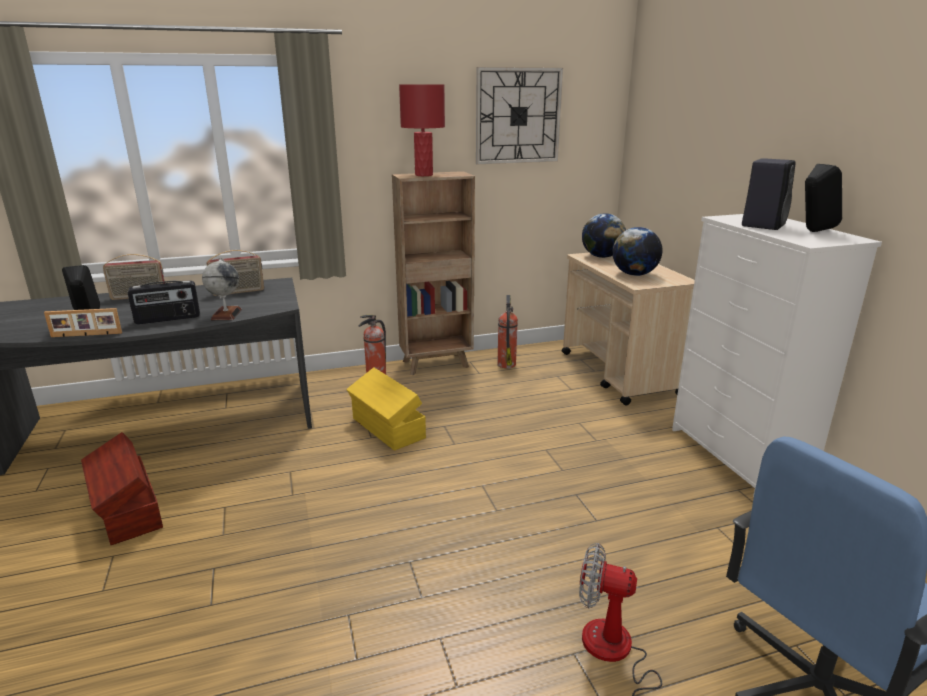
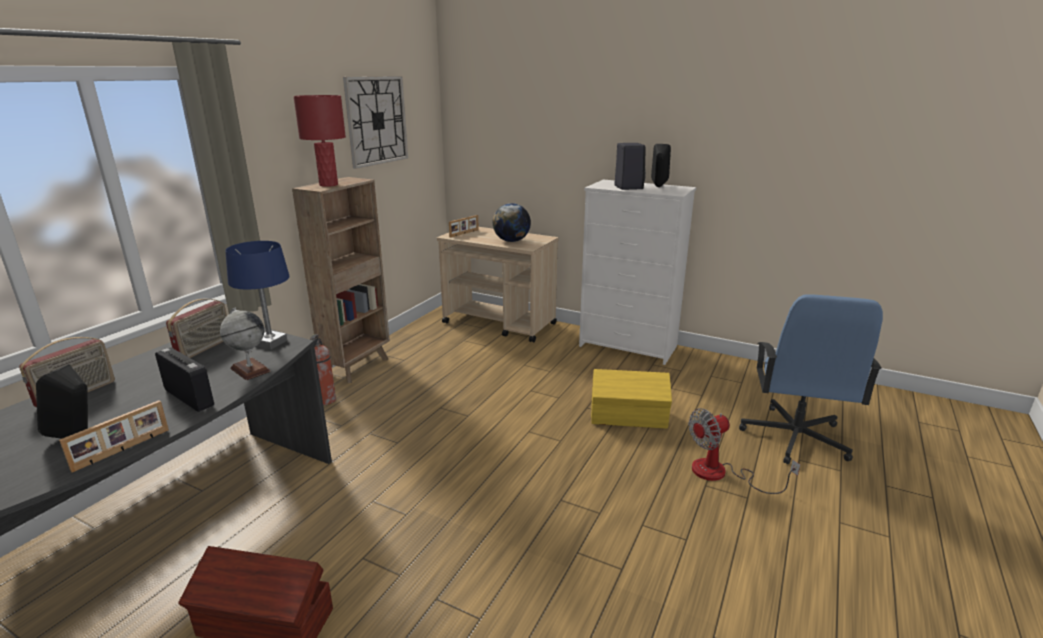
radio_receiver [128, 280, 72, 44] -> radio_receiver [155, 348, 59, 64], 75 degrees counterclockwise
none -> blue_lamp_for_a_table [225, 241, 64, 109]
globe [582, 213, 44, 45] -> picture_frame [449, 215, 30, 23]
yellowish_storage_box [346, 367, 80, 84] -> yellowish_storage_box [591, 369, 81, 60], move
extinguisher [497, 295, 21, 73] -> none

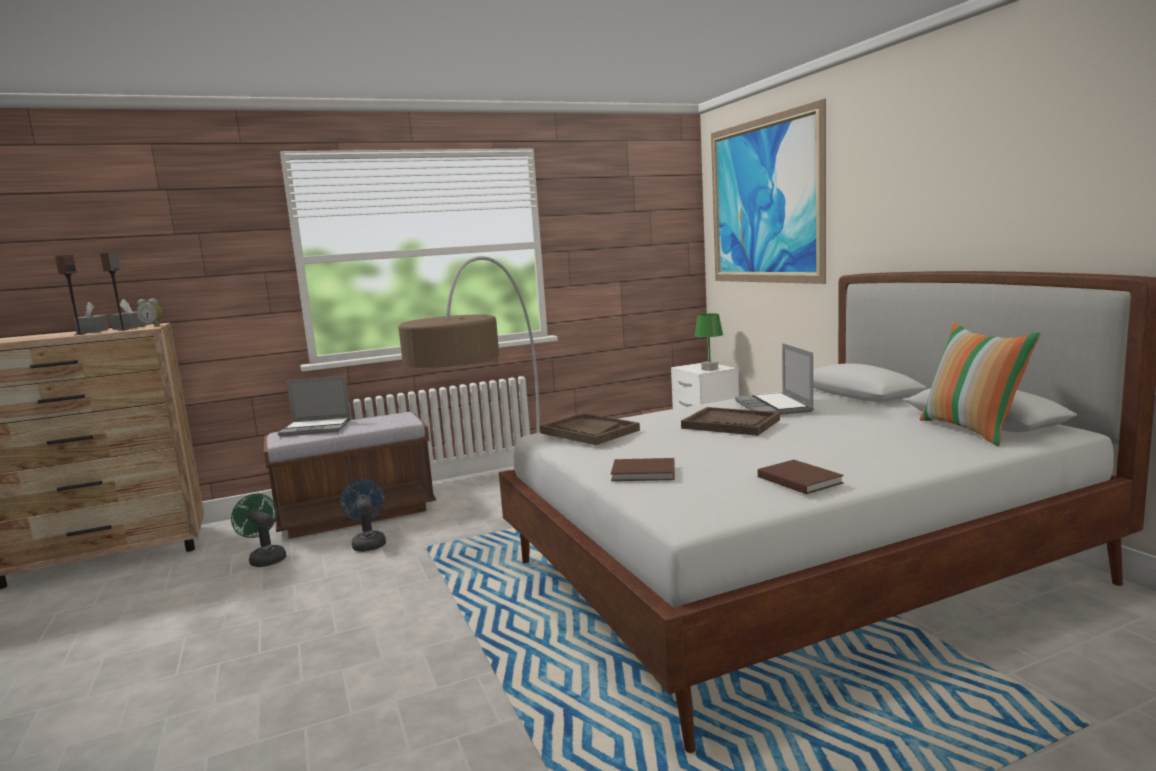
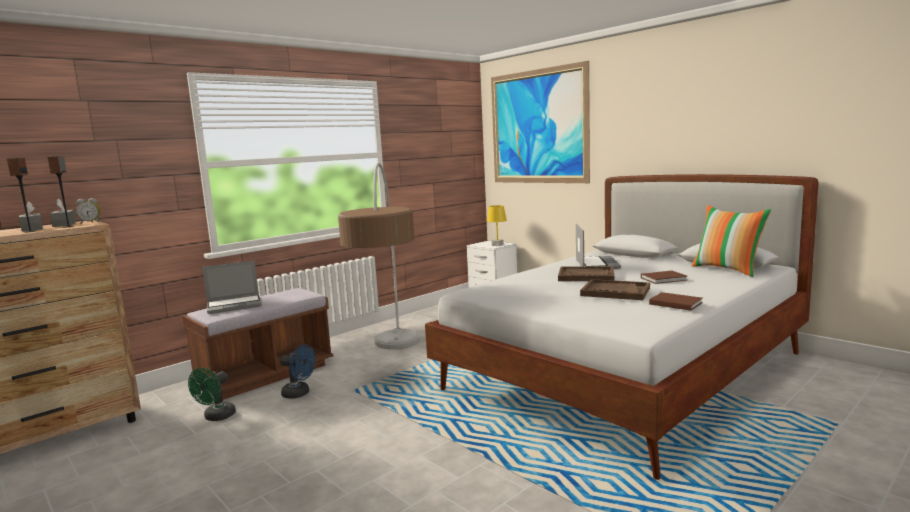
greenish_cooling_fan [231, 494, 55, 73] -> greenish_cooling_fan [188, 368, 48, 53], 90 degrees counterclockwise
blue_cooling_fan [340, 479, 46, 73] -> blue_cooling_fan [280, 344, 36, 55], 150 degrees clockwise
greenish_lamp_for_a_table [694, 314, 29, 57] -> yellowish_lamp_for_a_table [487, 205, 20, 41]
portable_computer [735, 343, 79, 72] -> portable_computer [576, 224, 45, 45], 150 degrees counterclockwise
brown-coloured_serving_tray [540, 413, 100, 32] -> brown-coloured_serving_tray [580, 279, 70, 21], move
brown-coloured_book [611, 458, 64, 23] -> brown-coloured_book [641, 271, 46, 13], move

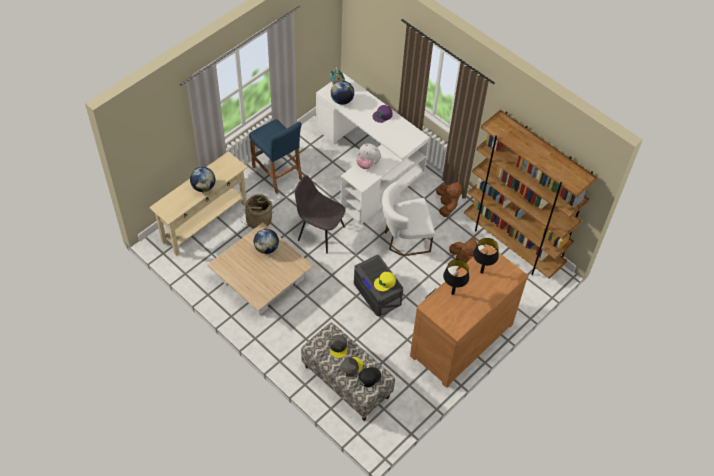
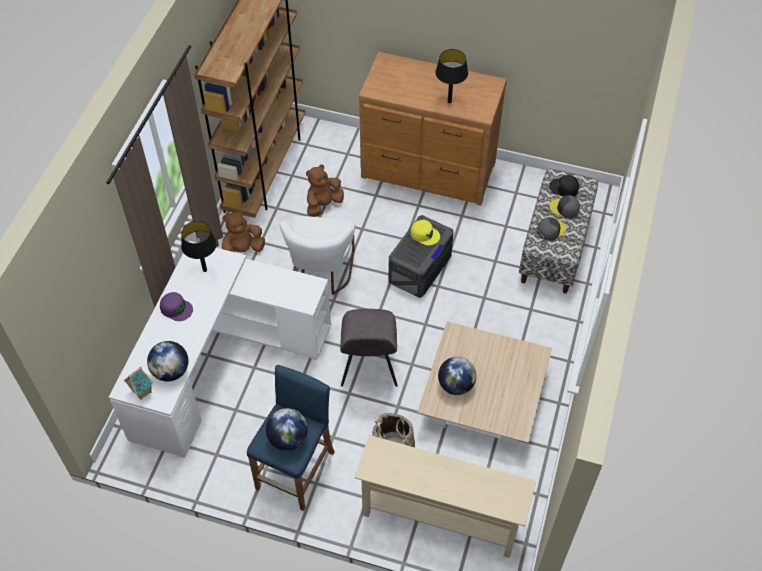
black_lamp_for_a_table [473, 238, 26, 36] -> black_lamp_for_a_table [181, 221, 36, 51], move
globe [190, 167, 25, 25] -> globe [266, 408, 42, 43], move
white-coloured_upright_chair [382, 182, 53, 74] -> white-coloured_upright_chair [280, 216, 75, 79], 45 degrees clockwise
soft_toy [356, 143, 25, 26] -> none

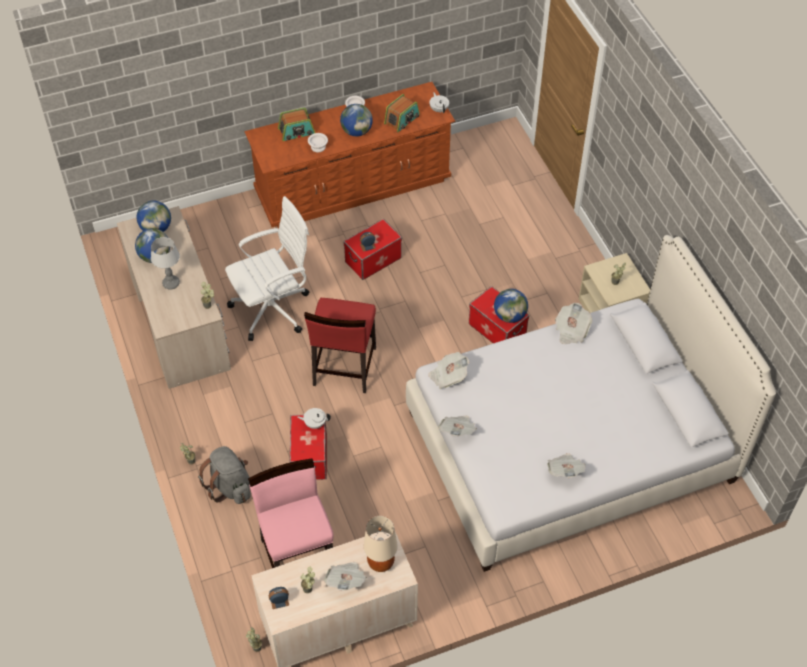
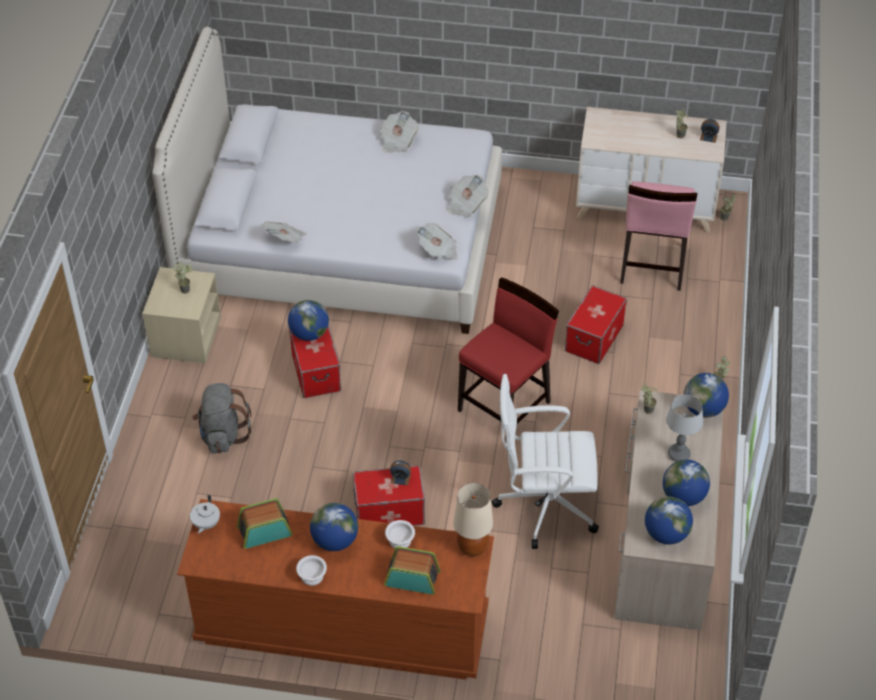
greyish_backpack [198, 446, 53, 58] -> greyish_backpack [192, 383, 59, 71], move
sand-coloured_lamp_for_a_table [364, 516, 34, 56] -> sand-coloured_lamp_for_a_table [453, 483, 40, 73], move
none -> globe [684, 373, 45, 45]
white-coloured_tea_pot [297, 408, 34, 21] -> none
printed_paper [324, 562, 43, 29] -> none

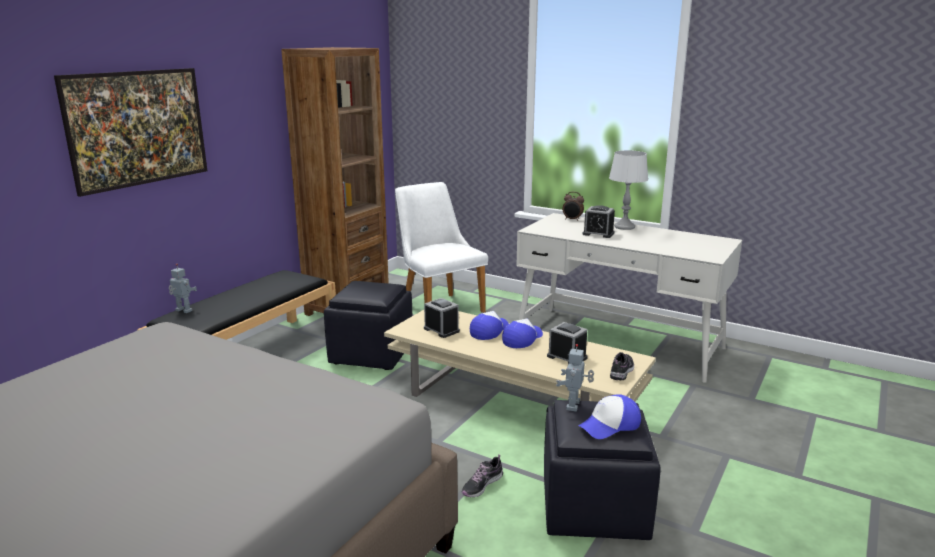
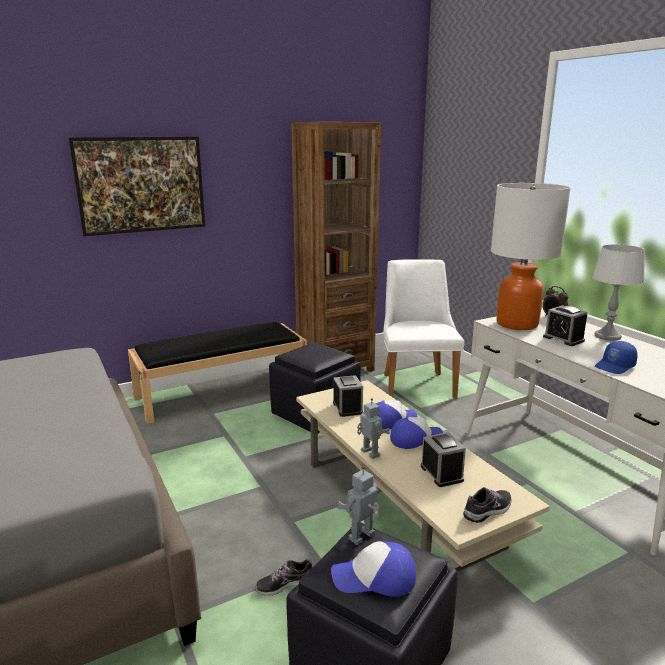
toy_robot [169, 264, 28, 49] -> toy_robot [357, 398, 33, 61], move
none -> lamp_for_a_table [491, 183, 80, 147]
none -> blue_peaked_cap [595, 341, 42, 33]

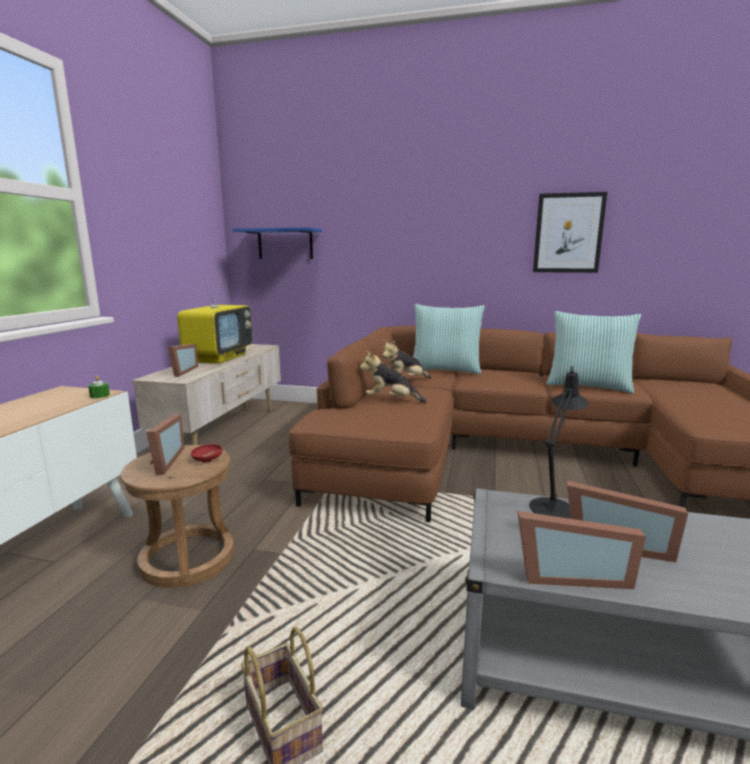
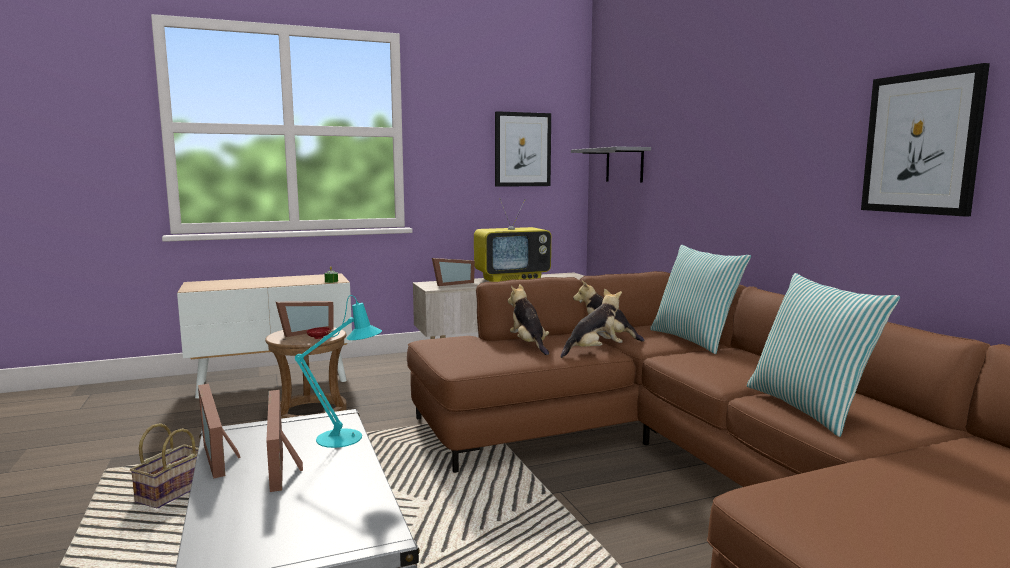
black_lamp_for_a_table [529, 366, 60, 153] -> blue-green_lamp_for_a_table [295, 295, 87, 153]
none -> wall_art [495, 111, 56, 76]
none -> soft_toy [561, 288, 62, 70]
blue_wall_shelf [232, 227, 90, 32] -> greyish_wall_shelf [571, 146, 80, 37]

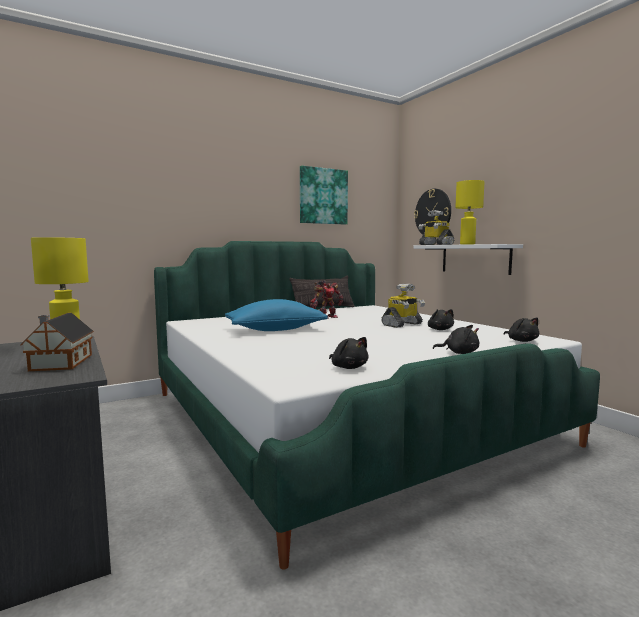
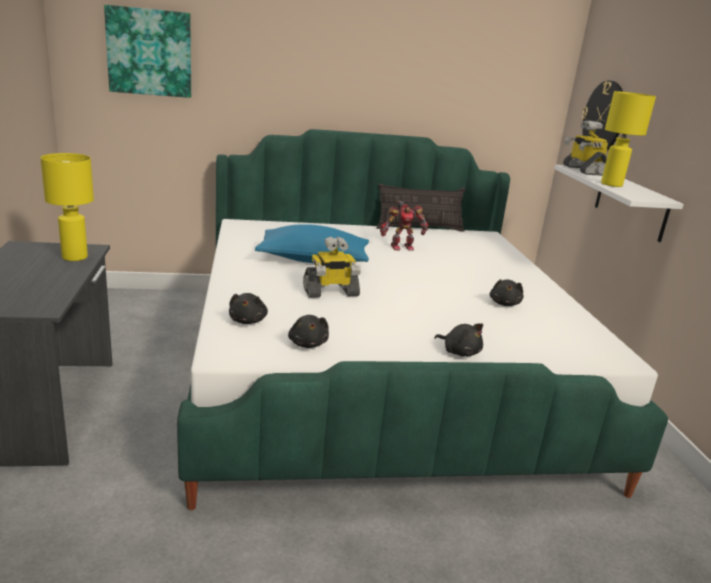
wall_art [300, 166, 48, 59] -> wall_art [104, 5, 87, 93], move
black_soft_toy [503, 318, 36, 24] -> black_soft_toy [229, 293, 39, 31], move
toy_robot [381, 284, 44, 44] -> toy_robot [303, 236, 58, 62], move
model_house [20, 313, 74, 58] -> none

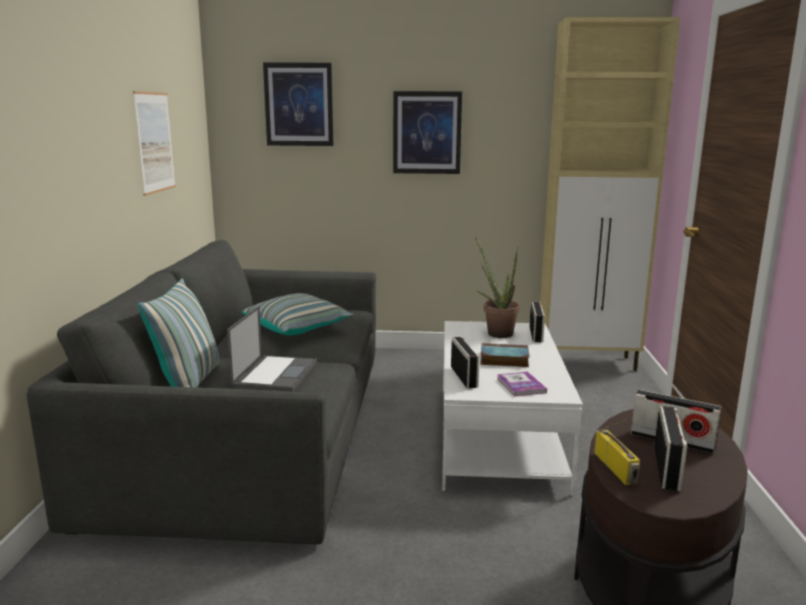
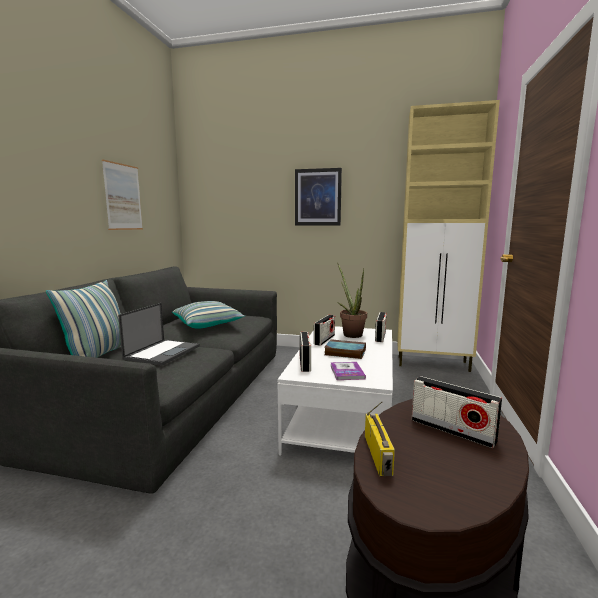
radio_receiver [654, 406, 33, 85] -> radio_receiver [314, 315, 21, 31], move
wall_art [263, 63, 70, 83] -> none

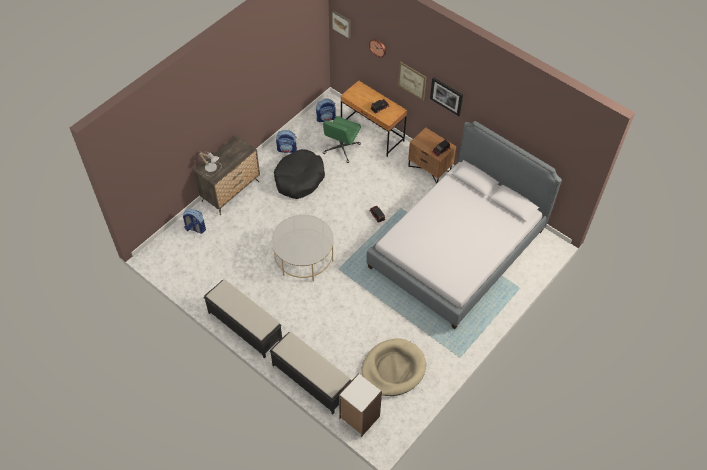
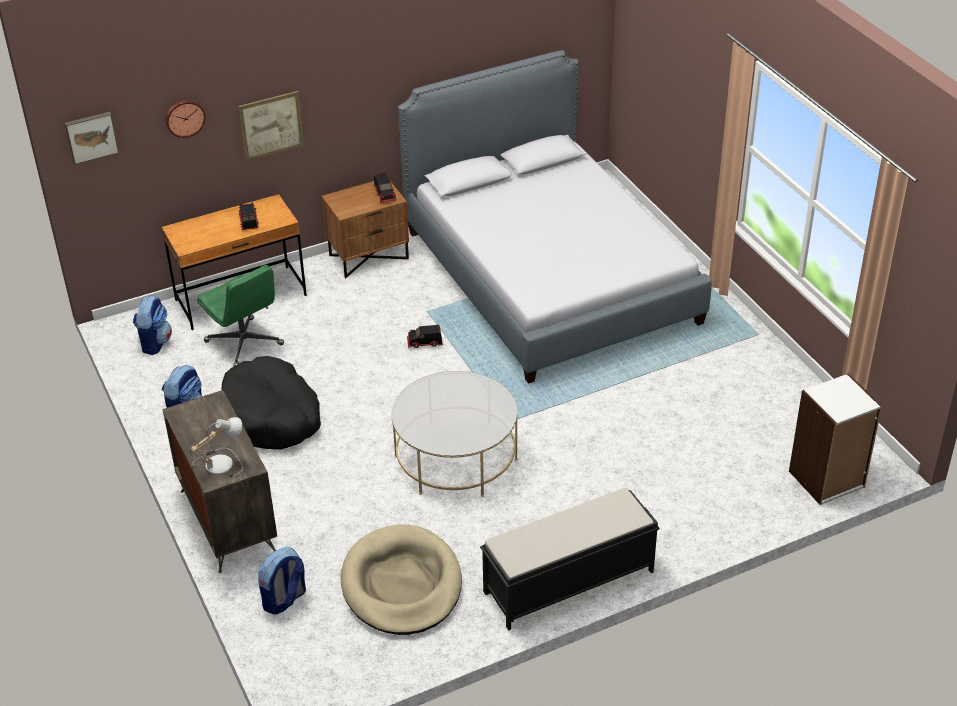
sand-coloured_pet_bed [361, 339, 65, 57] -> sand-coloured_pet_bed [341, 524, 121, 111], move
black_long_seat [269, 332, 83, 83] -> none
wall_art [430, 77, 33, 40] -> none

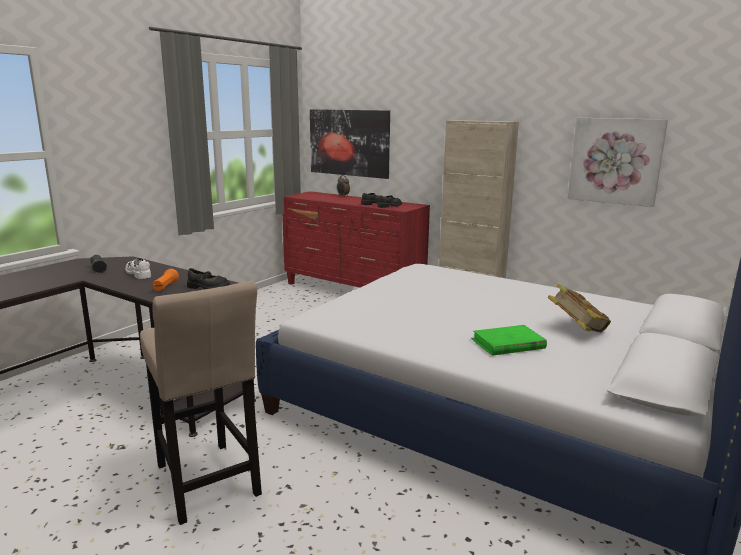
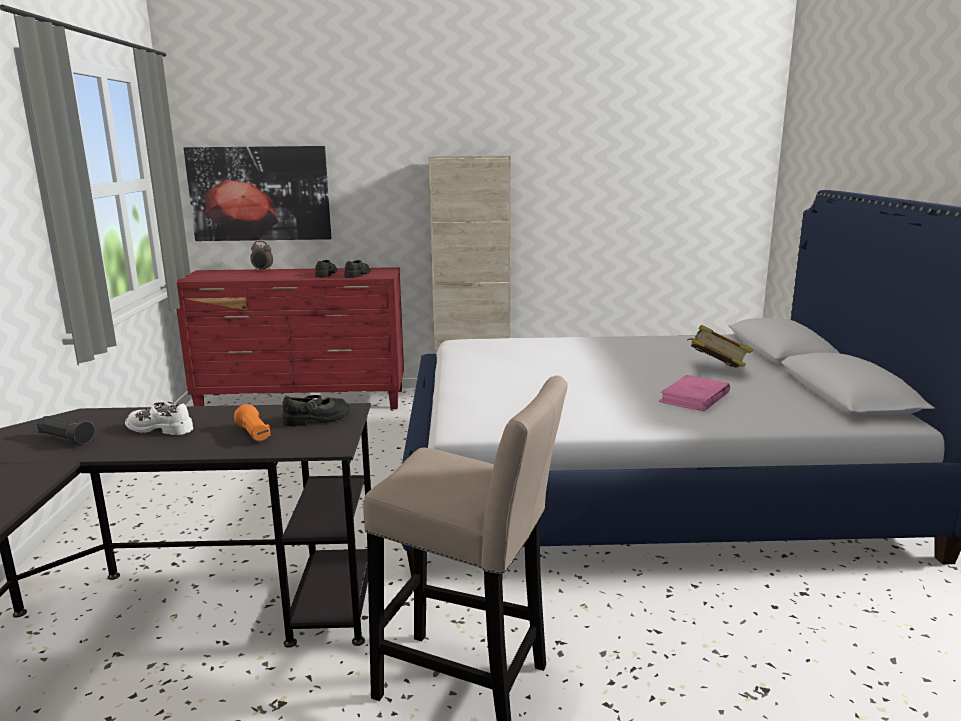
greenish_book [471, 325, 76, 31] -> pink_book [659, 375, 71, 36]
wall_art [568, 118, 100, 89] -> none

